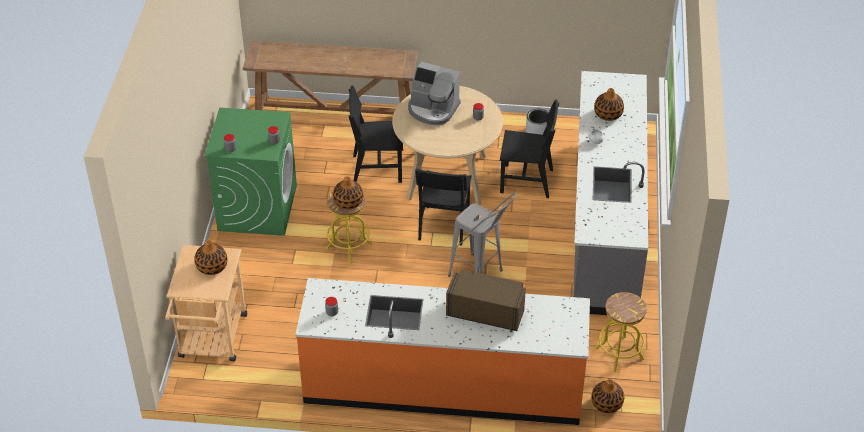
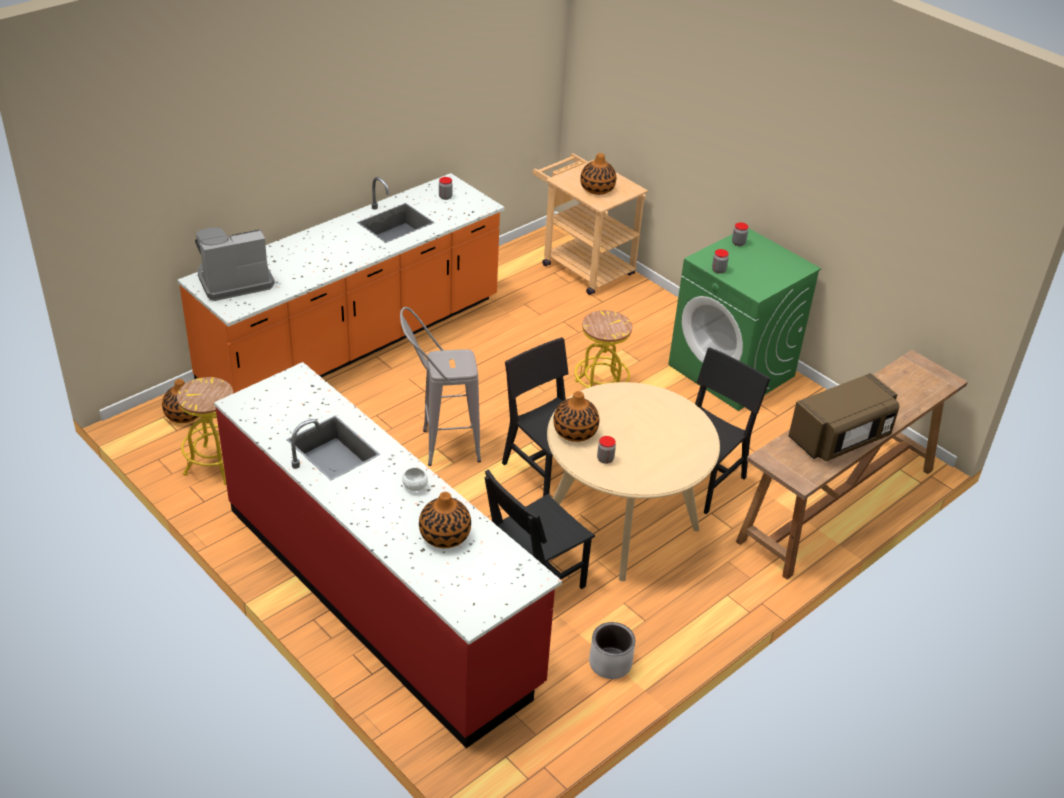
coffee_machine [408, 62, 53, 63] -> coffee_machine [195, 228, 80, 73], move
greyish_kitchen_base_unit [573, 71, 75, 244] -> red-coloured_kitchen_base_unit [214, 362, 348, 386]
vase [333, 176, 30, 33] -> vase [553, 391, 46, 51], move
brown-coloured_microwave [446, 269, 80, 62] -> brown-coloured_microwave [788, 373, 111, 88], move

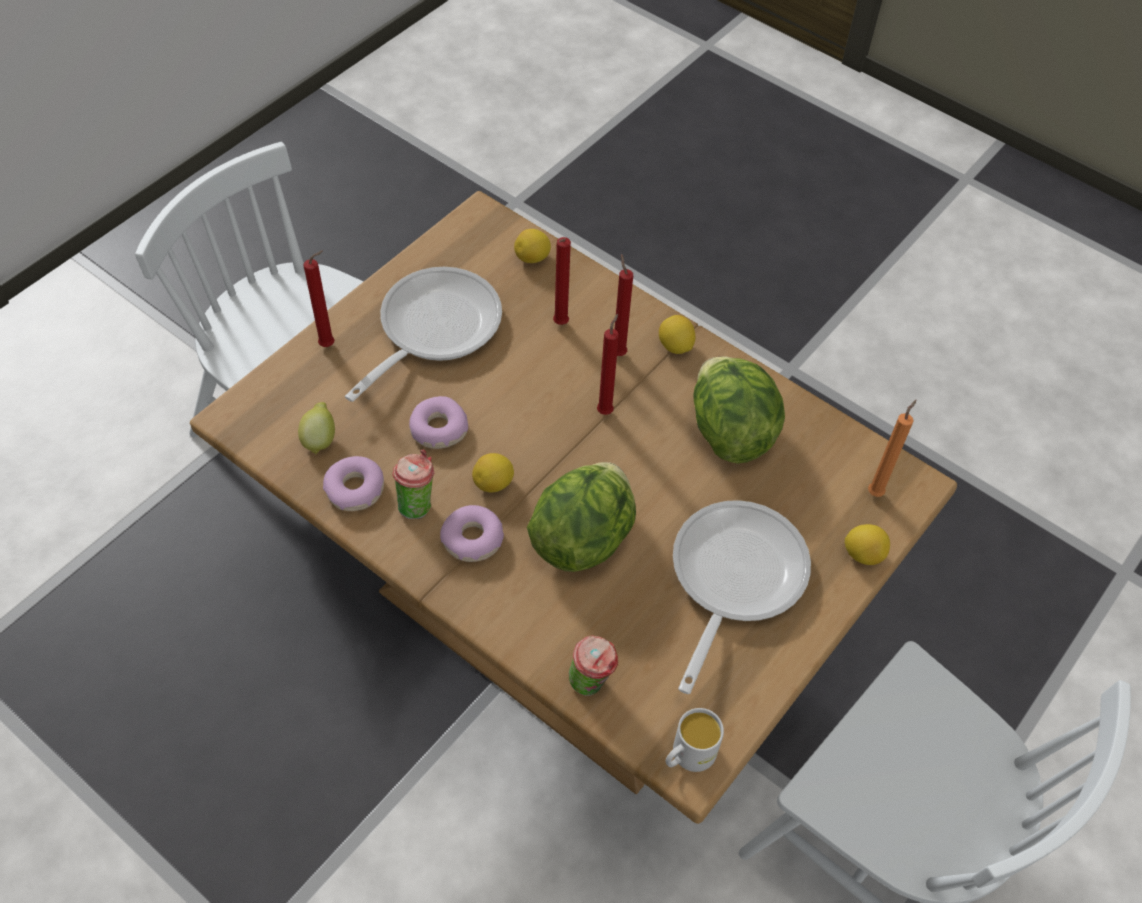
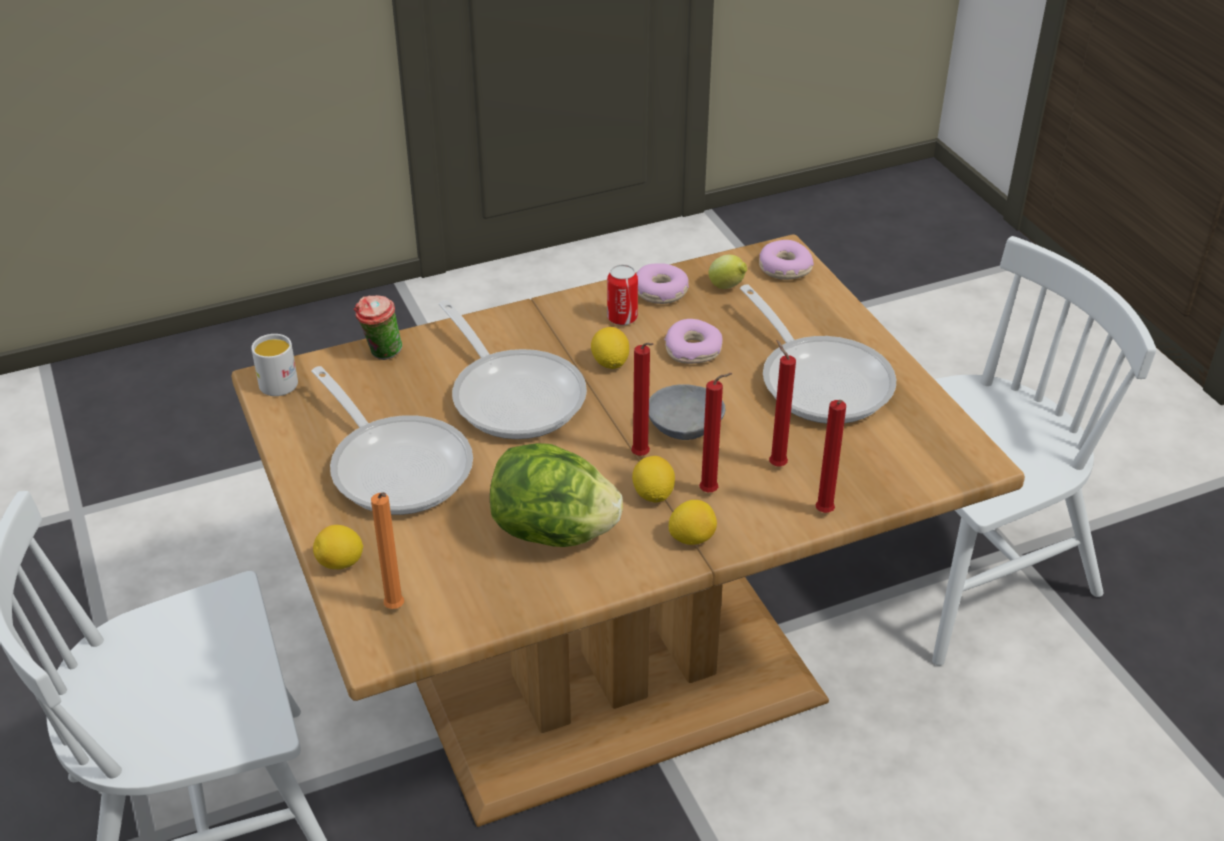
lettuce [527, 462, 109, 110] -> pan [439, 300, 148, 139]
small_cup [392, 450, 42, 69] -> sealed_can [607, 264, 31, 61]
whole_lemon [514, 229, 37, 34] -> whole_lemon [632, 456, 43, 47], move
none -> greyish_bowl [649, 384, 76, 56]
donut [440, 505, 64, 57] -> donut [759, 240, 55, 40], move
red-coloured_wax_light [303, 250, 31, 97] -> red-coloured_wax_light [815, 400, 31, 113], move

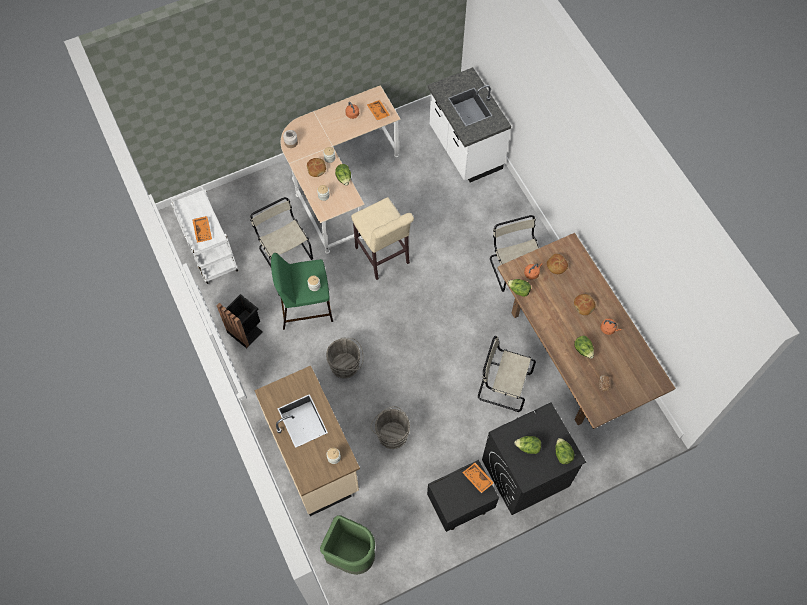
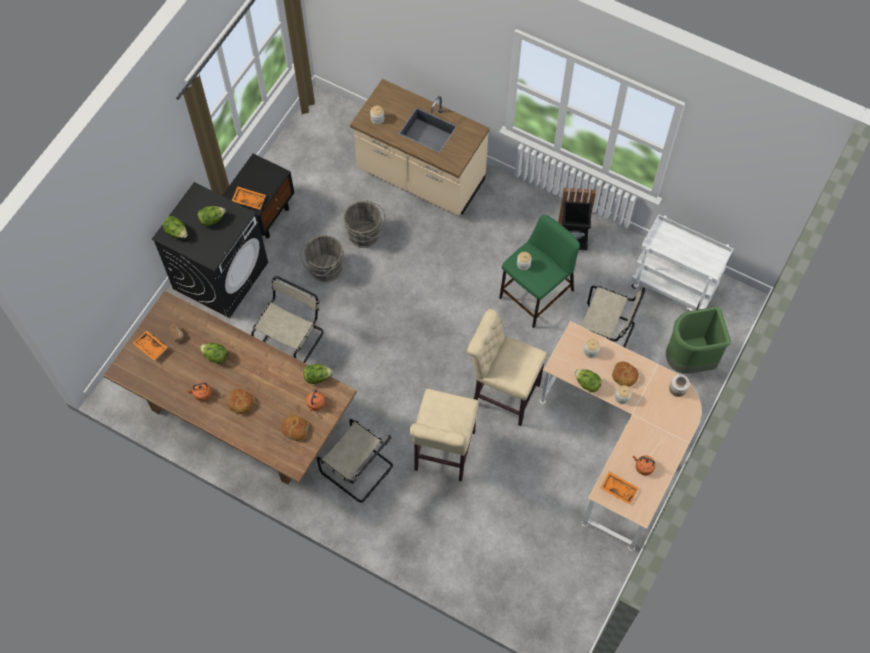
orange_serving_tray [192, 216, 20, 27] -> orange_serving_tray [133, 331, 35, 29], move
sand-coloured_upright_chair [478, 336, 58, 76] -> sand-coloured_upright_chair [251, 276, 73, 87], 45 degrees counterclockwise
greyish_water_bucket [326, 337, 38, 42] -> greyish_water_bucket [300, 235, 43, 47], move
none -> sand-coloured_stool_seat [410, 389, 69, 93]
greenish_trash_can [320, 515, 55, 60] -> greenish_trash_can [665, 307, 66, 67], move
white-coloured_kitchen_base_unit [428, 67, 83, 115] -> none

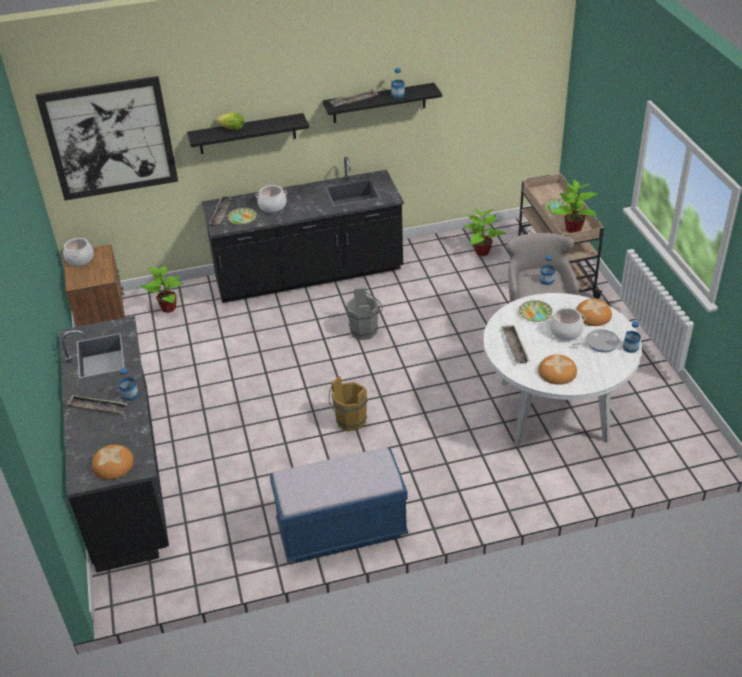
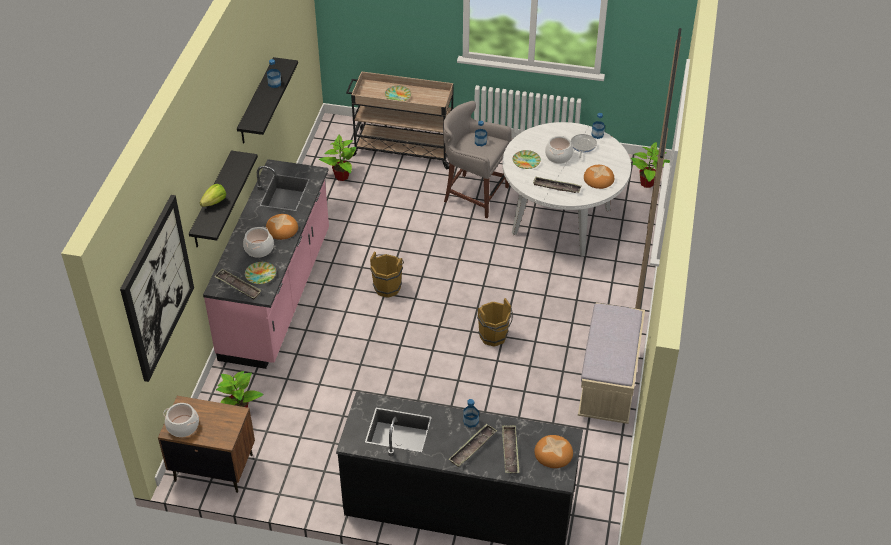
black_kitchen_base_unit [202, 156, 202, 147] -> pink_kitchen_base_unit [203, 159, 126, 210]
bakery_bread [576, 299, 36, 27] -> bakery_bread [266, 214, 32, 26], move
greyish_water_bucket [346, 287, 37, 53] -> brown-coloured_water_bucket [370, 251, 34, 47]
serving_tray [330, 89, 48, 18] -> serving_tray [502, 425, 17, 49], move
blue_long_seat [270, 447, 138, 116] -> sand-coloured_long_seat [578, 303, 67, 121]
houseplant [552, 179, 46, 54] -> houseplant [631, 142, 39, 46], move

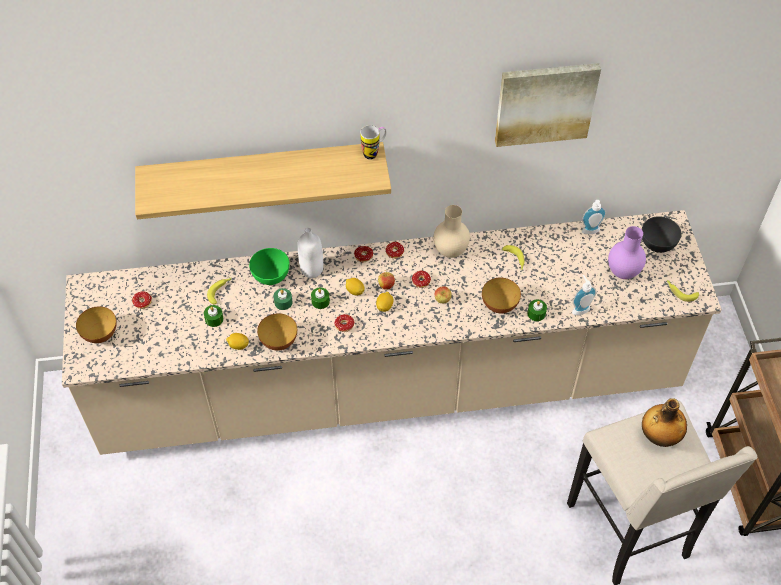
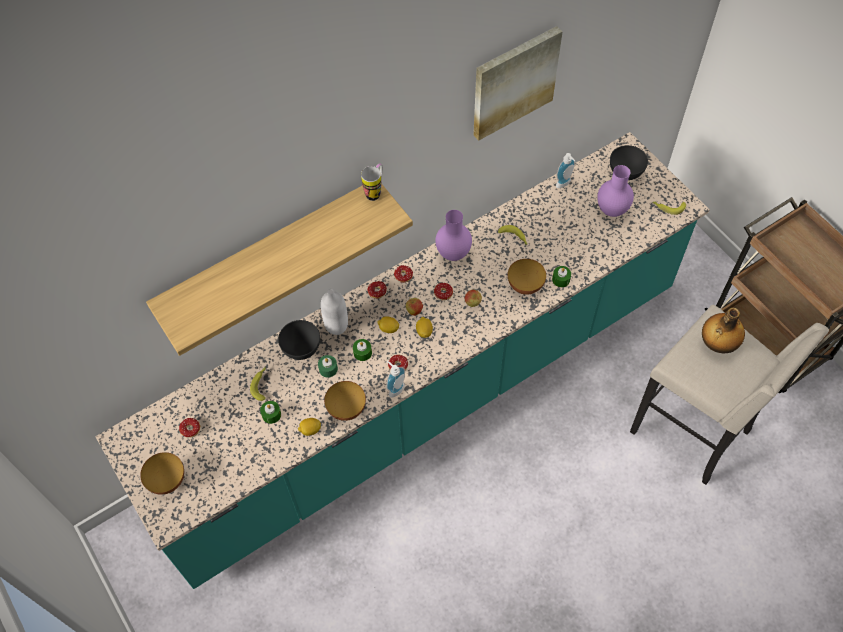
sand-coloured_kitchen_base_unit [62, 210, 660, 245] -> blue-green_kitchen_base_unit [96, 132, 614, 457]
greenish_bowl [249, 248, 40, 37] -> greyish_bowl [278, 320, 42, 40]
soap_bottle [572, 275, 24, 40] -> soap_bottle [386, 361, 19, 37], move
sand-coloured_vase [434, 205, 36, 53] -> purplish_vase [435, 210, 37, 51]

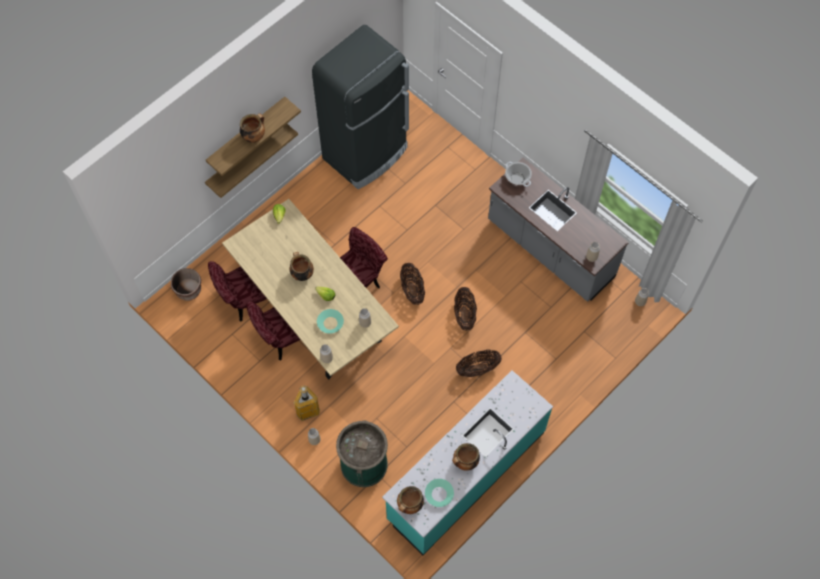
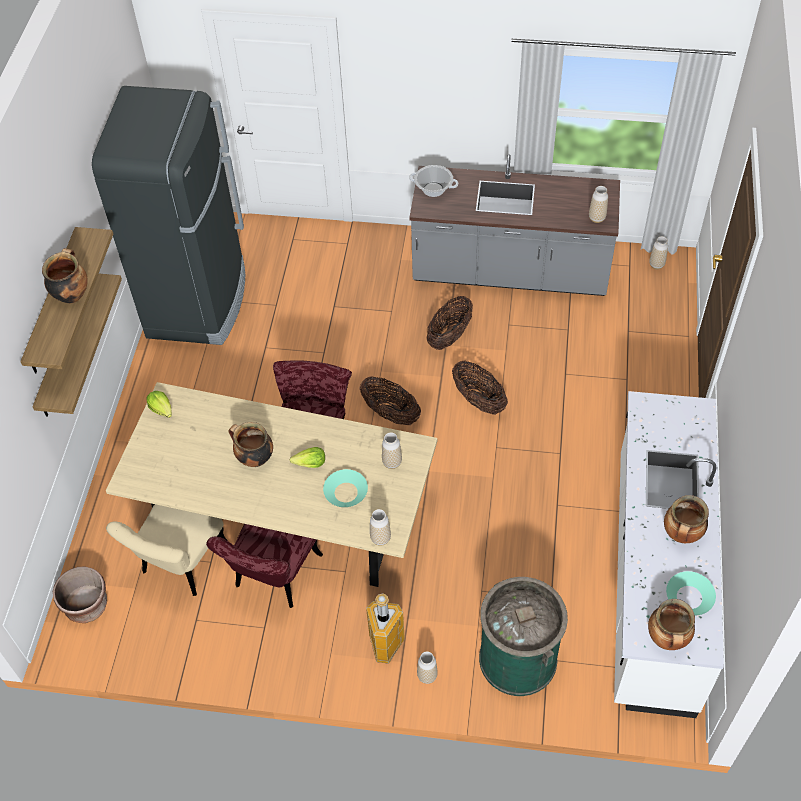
red-coloured_upright_chair [208, 261, 59, 61] -> sand-coloured_upright_chair [106, 504, 122, 92]
storage_basket [456, 349, 46, 28] -> storage_basket [427, 296, 46, 54], move
blue-green_kitchen_base_unit [382, 370, 171, 186] -> white-coloured_kitchen_base_unit [614, 391, 110, 327]

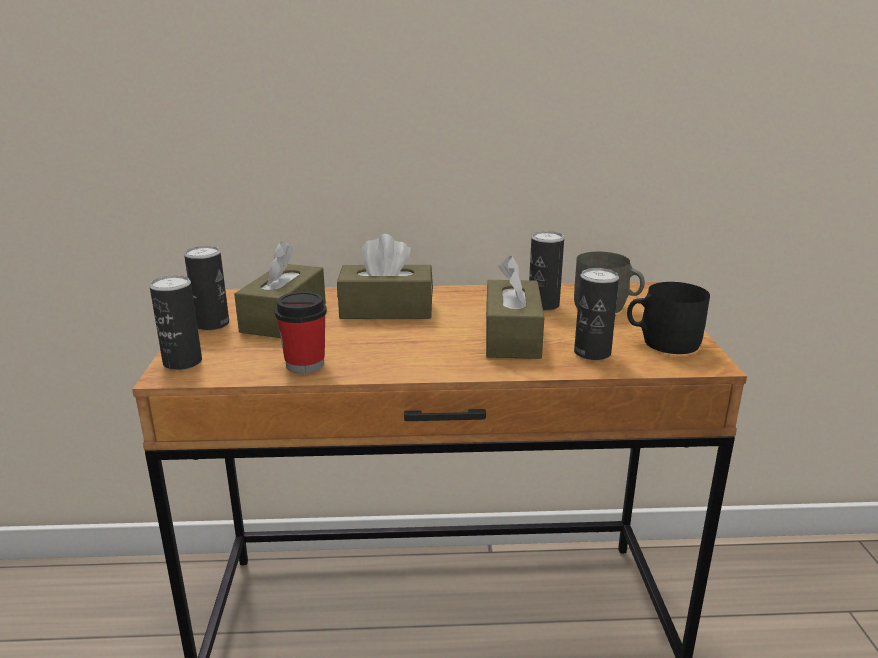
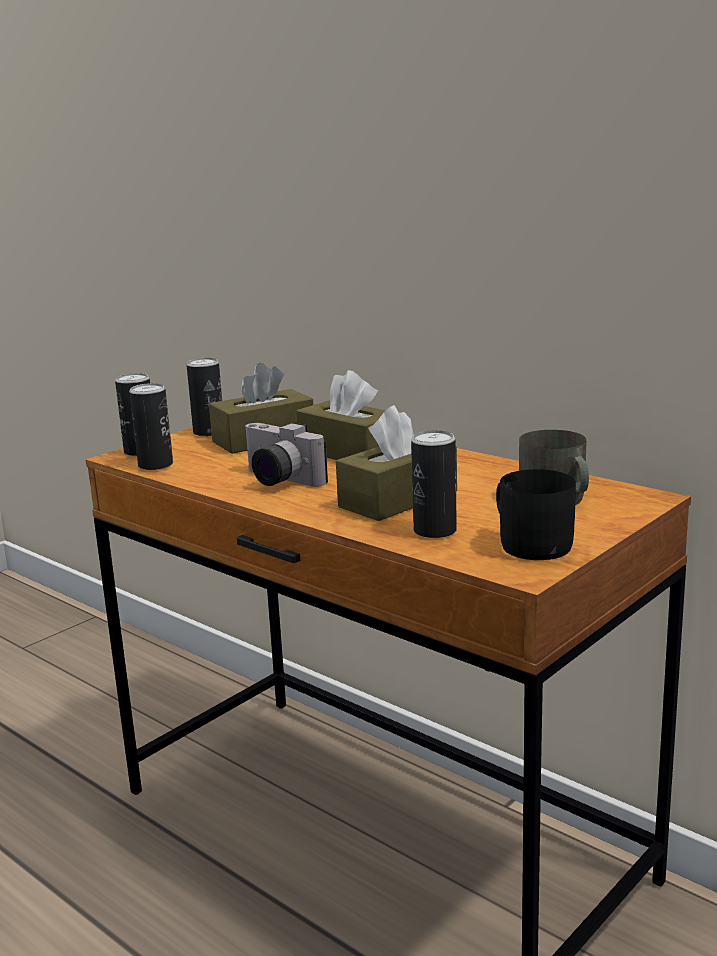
sealed_can [529, 231, 35, 80] -> sealed_can [129, 383, 44, 87], move
none -> still_camera [244, 423, 84, 64]
small_cup [275, 292, 52, 81] -> none

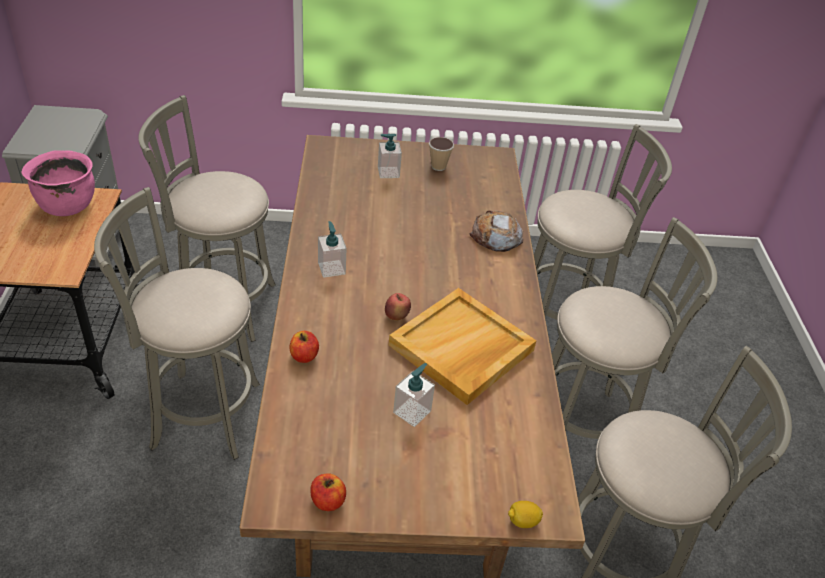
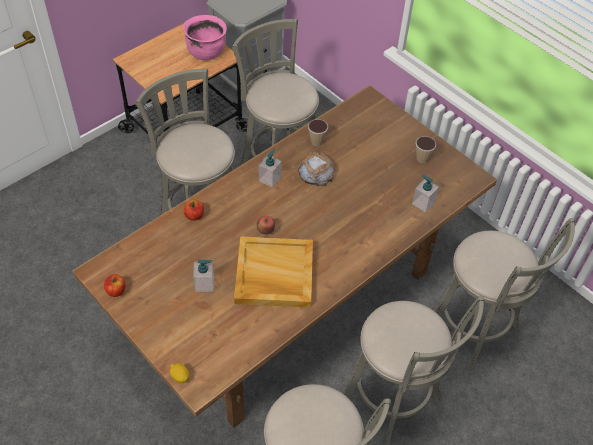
bakery_bread [469, 210, 54, 42] -> bakery_bread [298, 151, 37, 35], move
none -> small_cup [308, 119, 20, 27]
soap_bottle [378, 134, 24, 44] -> soap_bottle [412, 174, 27, 38], move

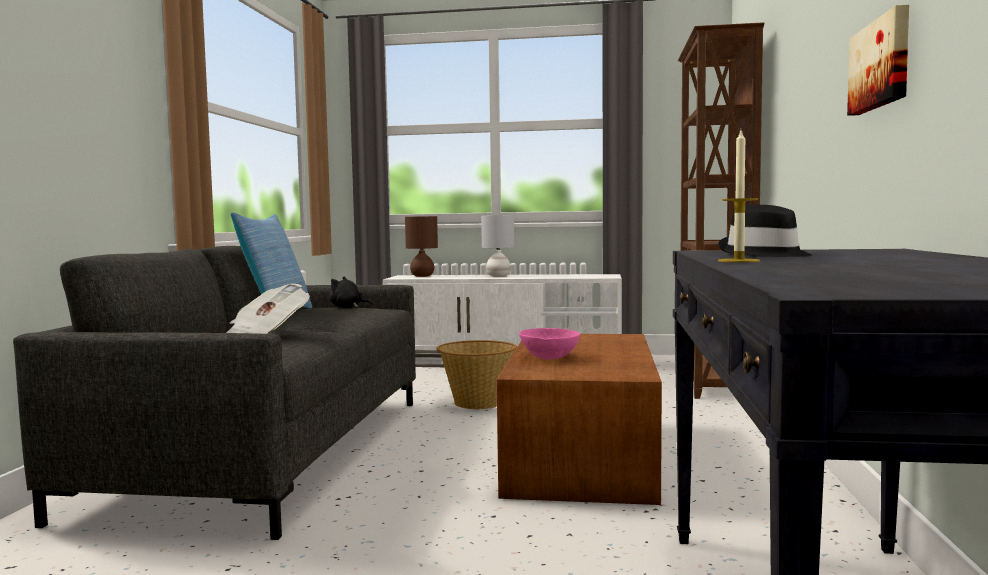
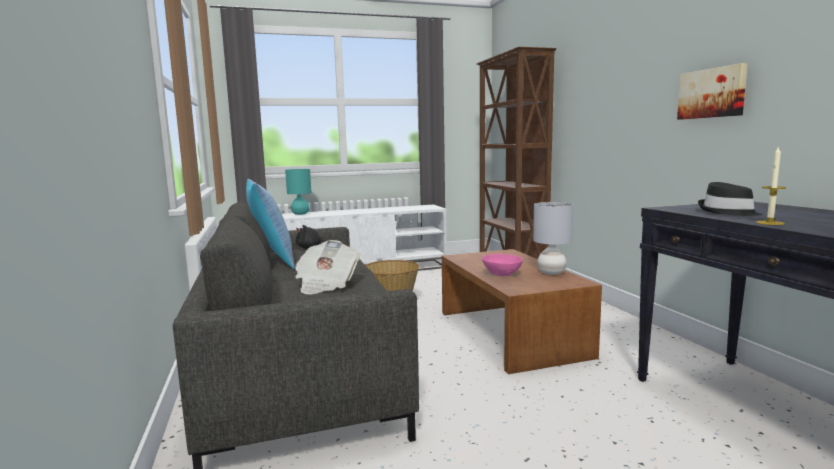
brown-coloured_lamp_for_a_table [405, 216, 33, 61] -> blue-green_lamp_for_a_table [285, 169, 27, 46]
greyish_lamp_for_a_table [481, 215, 33, 62] -> greyish_lamp_for_a_table [533, 202, 40, 73], move

